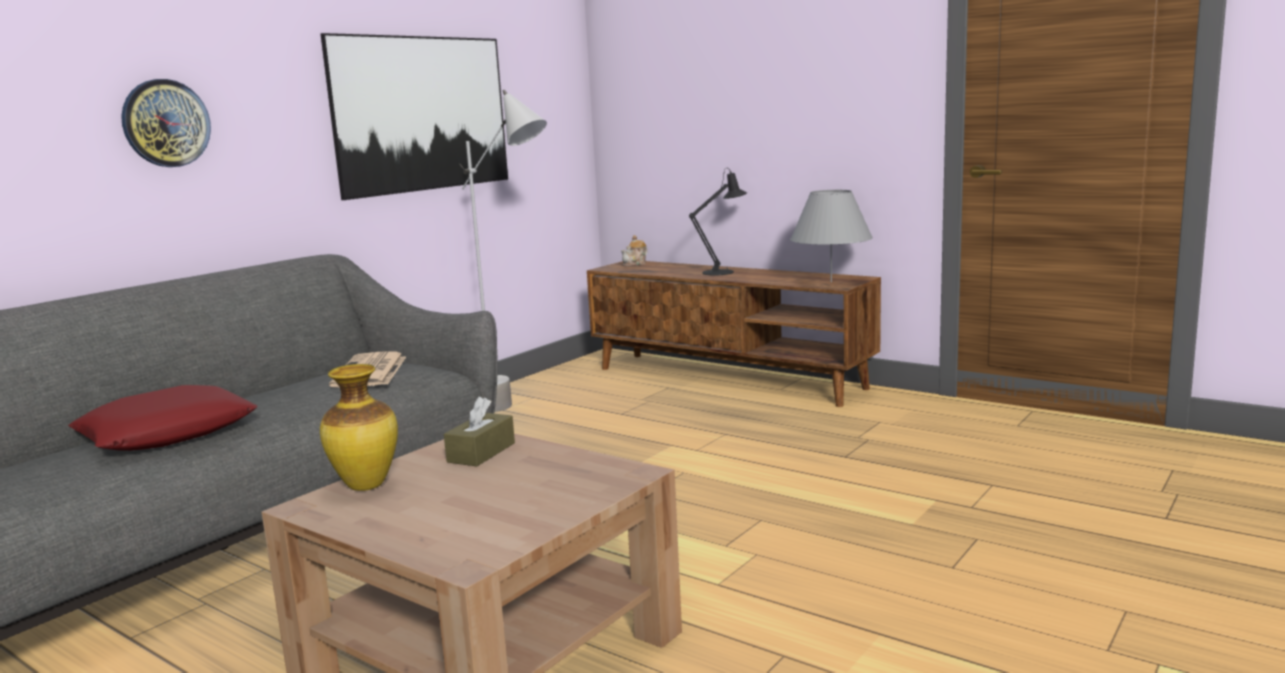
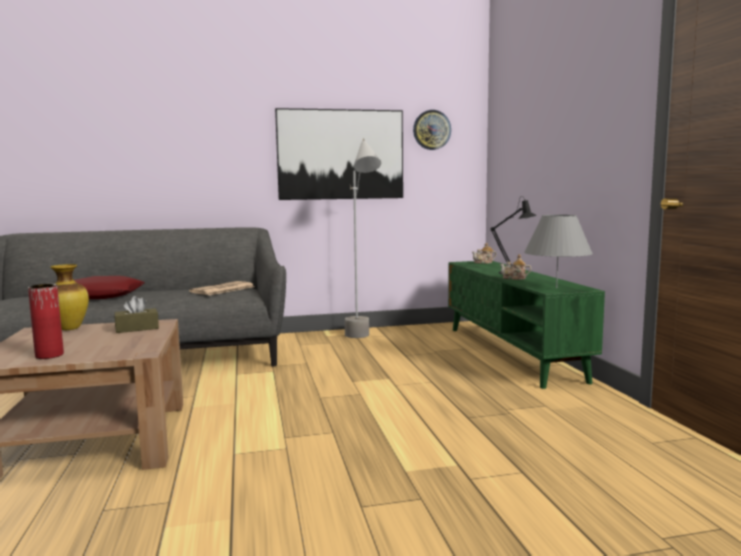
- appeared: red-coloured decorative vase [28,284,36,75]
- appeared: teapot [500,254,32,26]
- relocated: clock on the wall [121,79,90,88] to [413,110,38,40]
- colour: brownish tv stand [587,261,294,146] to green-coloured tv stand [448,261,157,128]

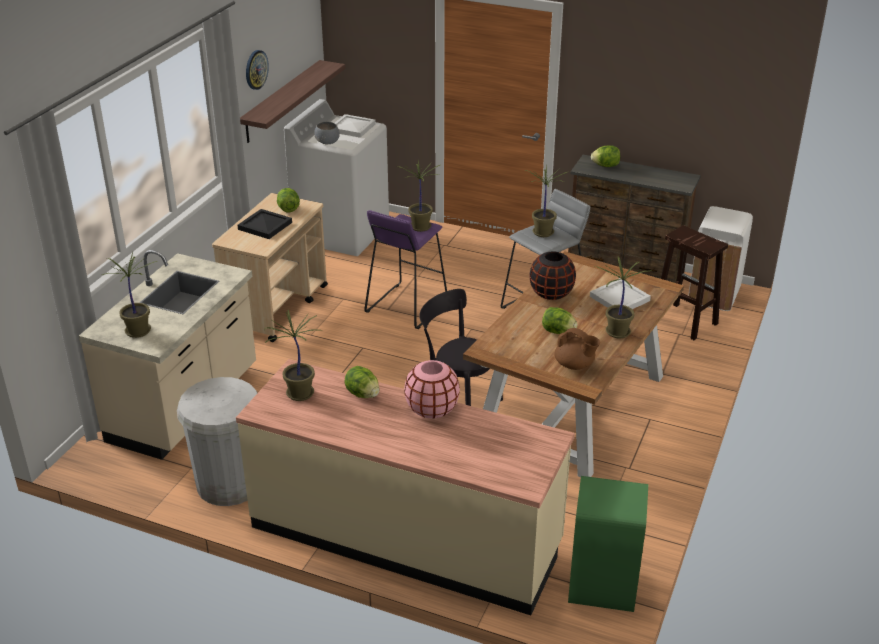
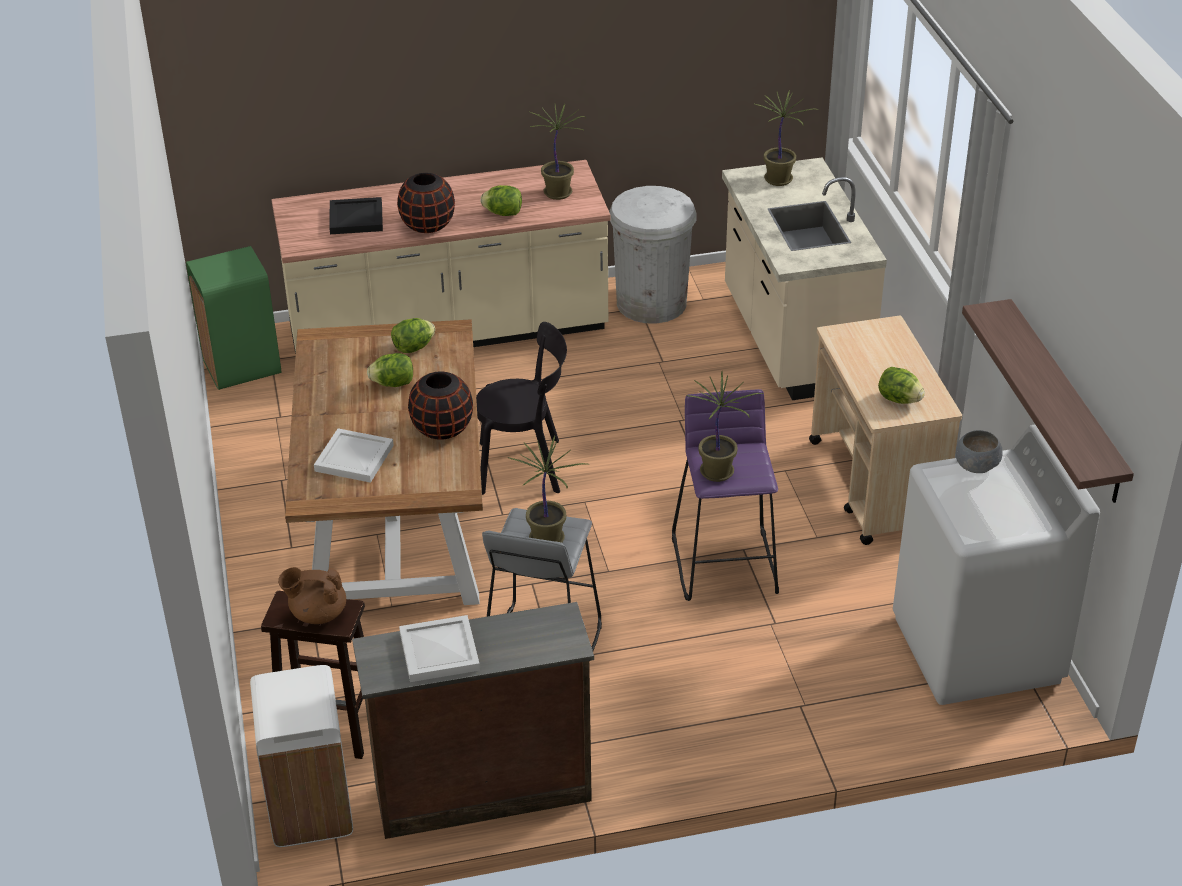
- missing: clock on the wall [246,50,23,40]
- missing: plant in a pot [595,256,56,83]
- relocated: blackish serving tray [238,209,54,30] to [329,197,54,37]
- relocated: whitish serving tray [335,114,41,24] to [399,615,81,67]
- relocated: brownish teapot [555,328,45,42] to [278,567,68,57]
- relocated: head of lettuce [591,145,29,22] to [391,318,44,35]
- colour: pink-coloured decorative vase [404,360,56,58] to blackish decorative vase [397,173,58,60]

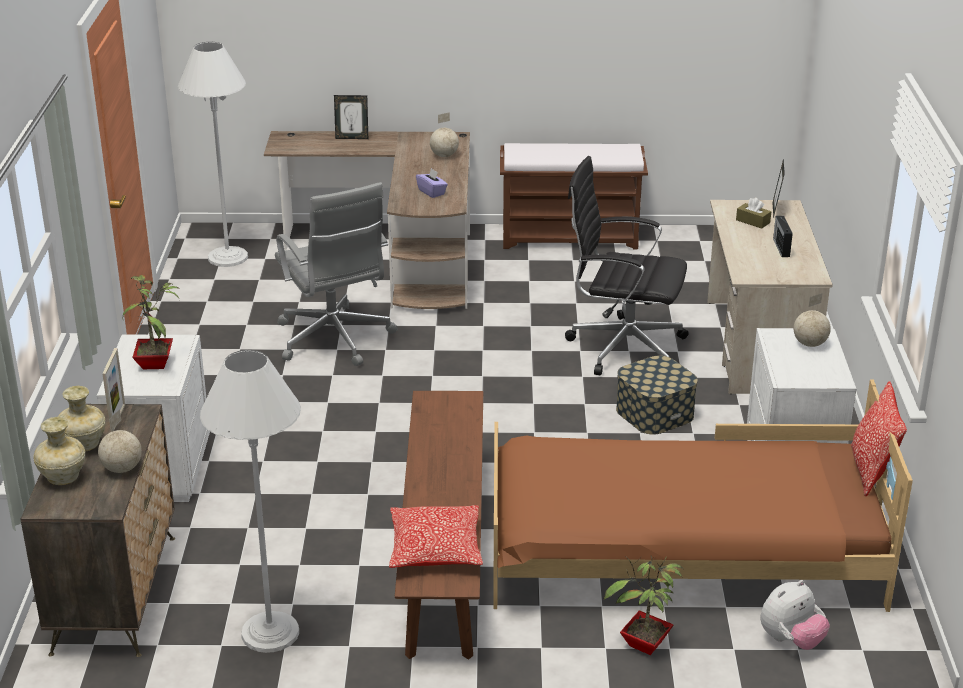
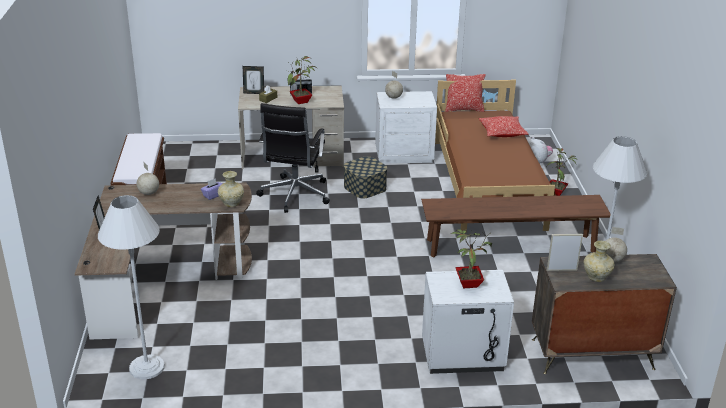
- missing: greyish computer chair [275,182,123,184]
- appeared: plant in a pot [287,55,31,49]
- relocated: beige-coloured decorative vase [33,417,52,68] to [218,171,26,36]
- relocated: throw pillow [389,505,94,63] to [479,116,50,21]

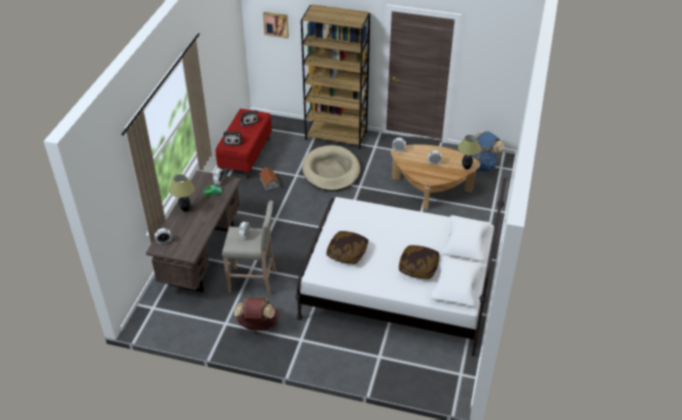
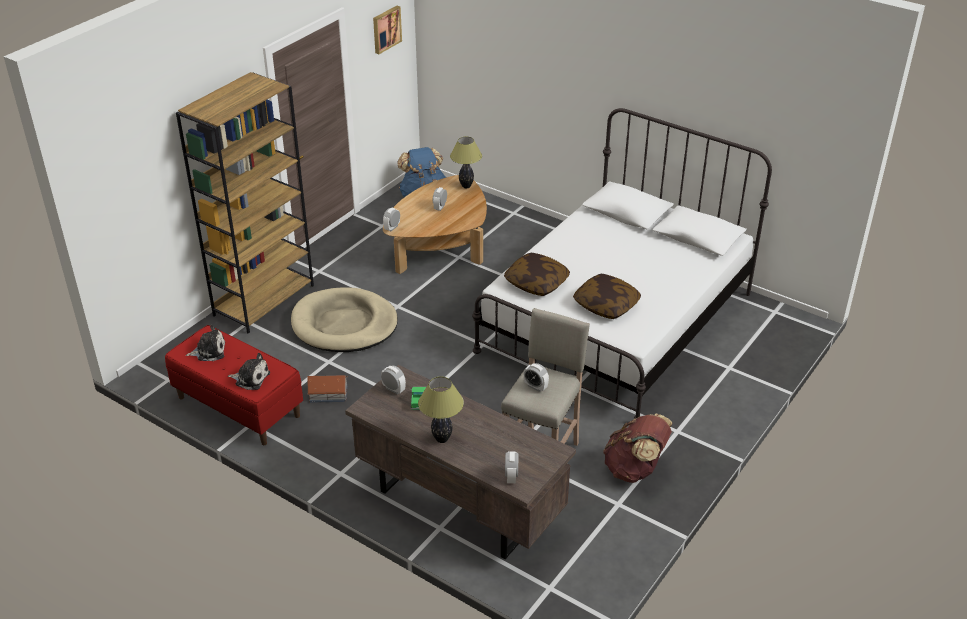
- relocated: picture [263,12,26,26] to [373,6,29,48]
- relocated: throw pillow [399,245,40,34] to [504,253,66,43]

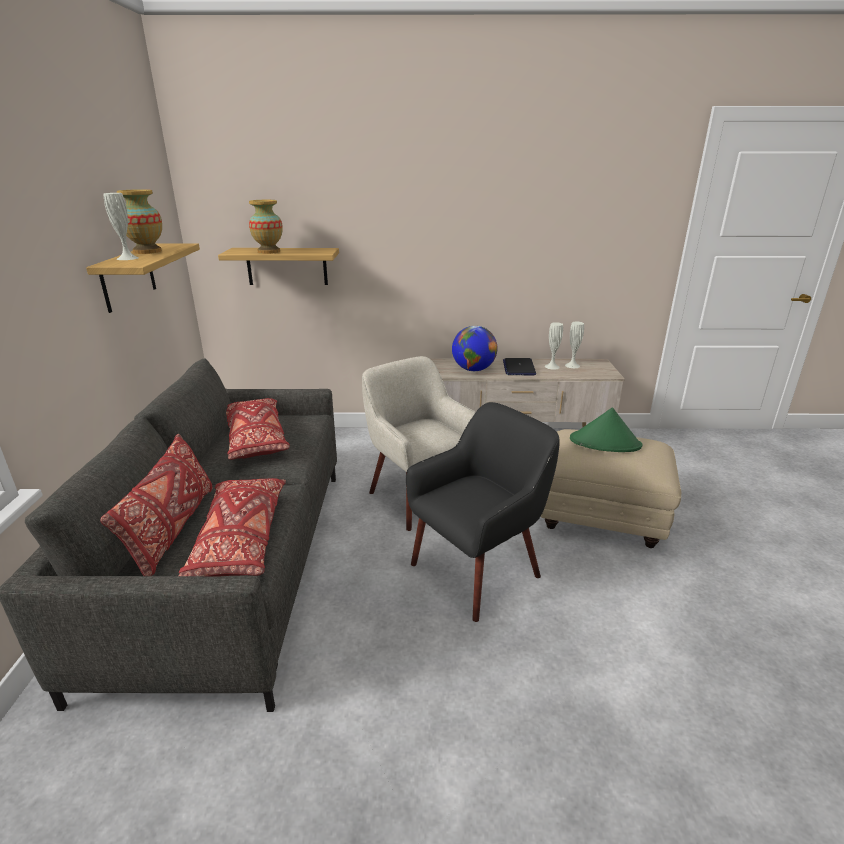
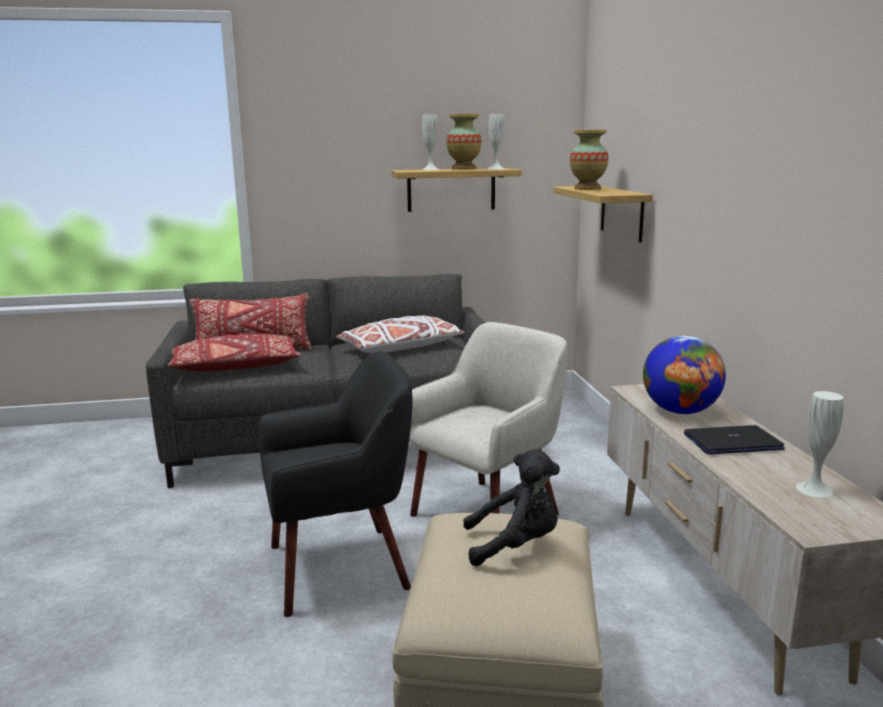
- relocated: whitish decorative vase [545,322,18,48] to [488,114,16,55]
- exchanged: green-coloured wearable hat [570,408,72,44] to blackish soft toy [463,449,97,117]
- colour: red-coloured throw pillow [226,398,64,62] to whitish throw pillow [336,315,128,38]
- spun: blackish lounge chair [406,402,154,220] = [259,351,154,266] 60 degrees counterclockwise

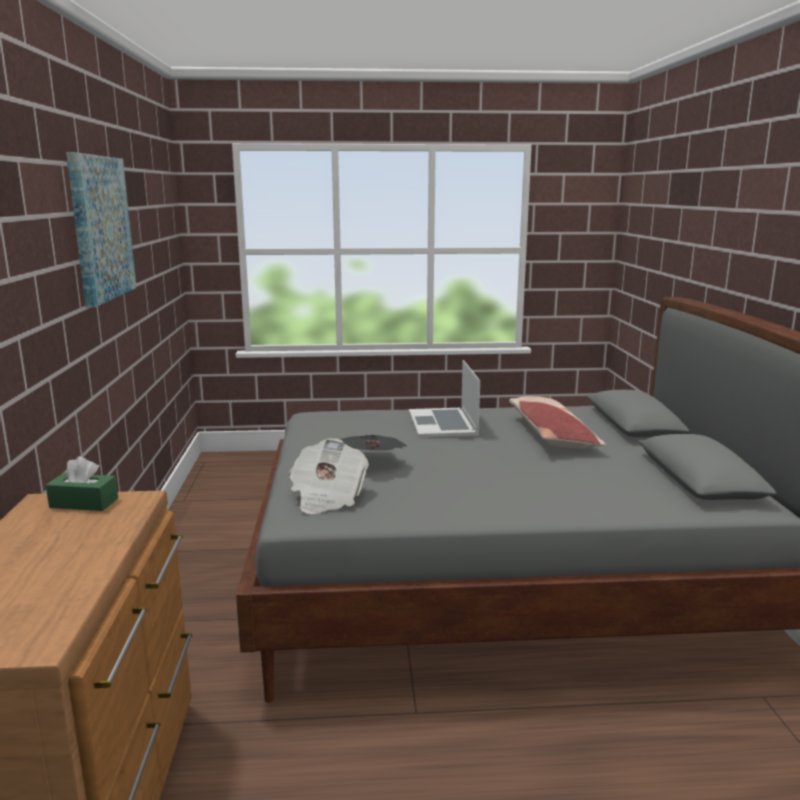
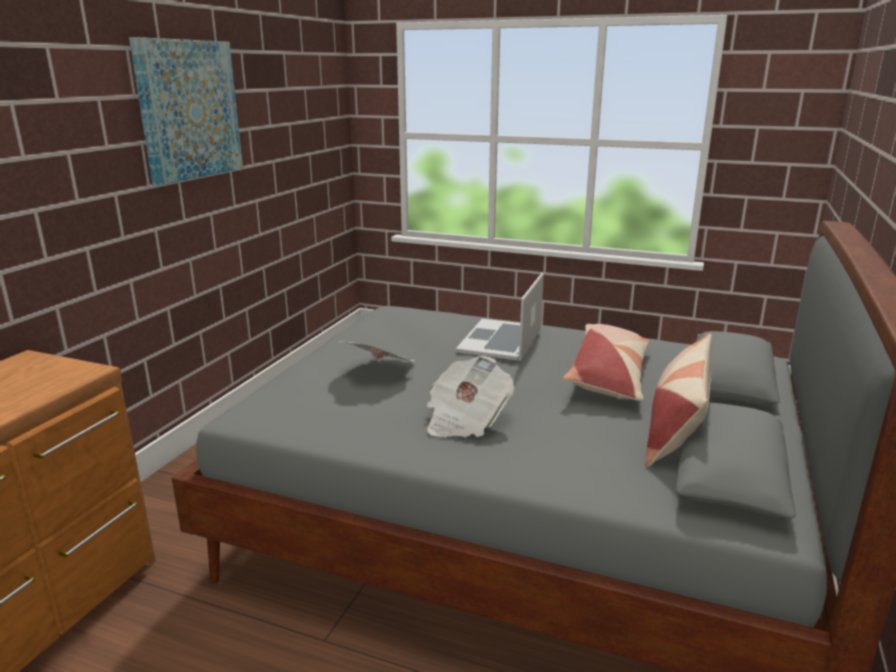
- missing: green-coloured tissue box [46,456,72,55]
- appeared: throw pillow [645,333,67,134]
- relocated: newspaper [289,438,80,76] to [427,356,87,81]

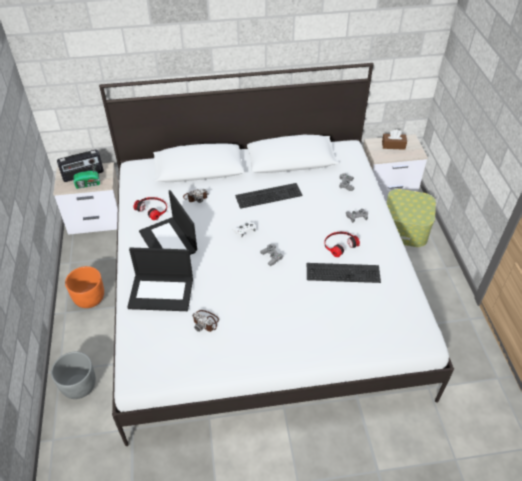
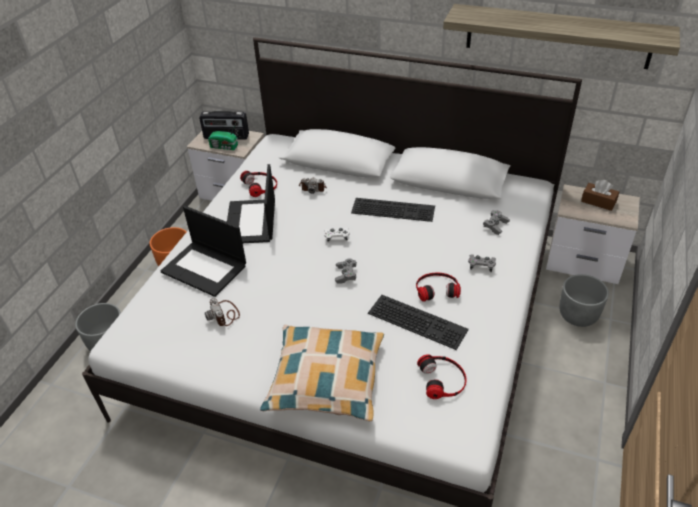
- appeared: throw pillow [260,325,124,96]
- appeared: headphones [417,354,50,45]
- appeared: bracket shelf [443,4,237,65]
- exchanged: storage box [387,189,49,58] to greyish plant pot [559,274,50,53]

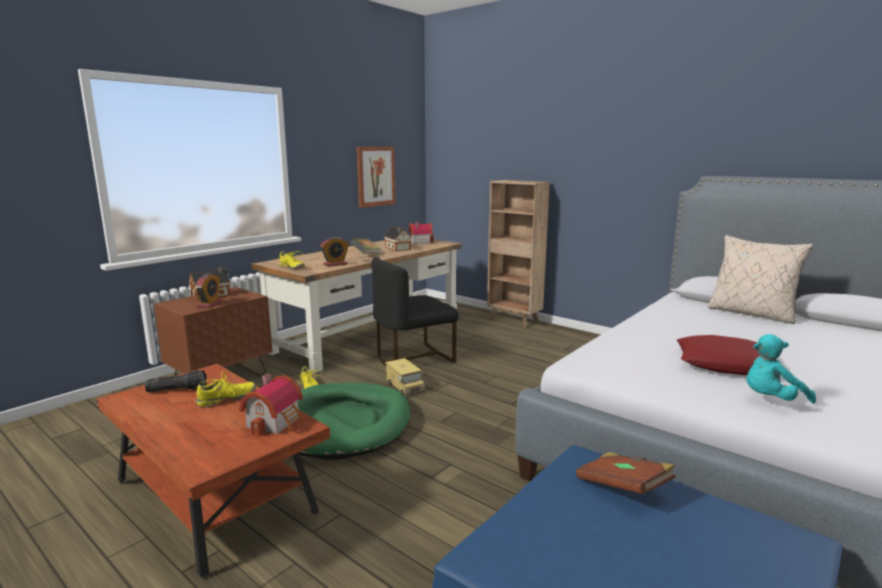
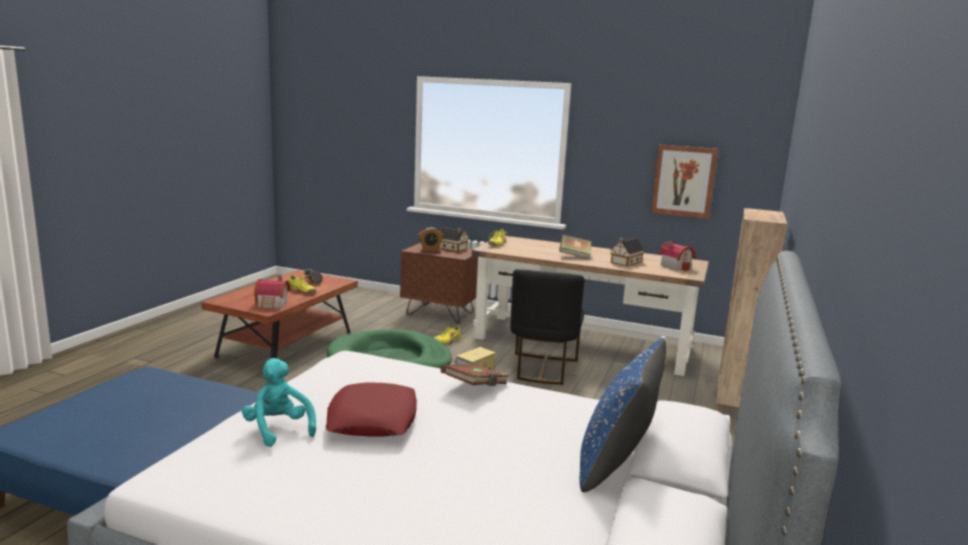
- missing: bedside clock [320,237,29,30]
- relocated: brownish book [576,452,100,43] to [441,365,68,21]
- colour: beige-coloured throw pillow [708,235,105,89] to blue throw pillow [580,338,86,154]
- spun: blackish chair [372,257,87,109] = [510,269,75,116] 120 degrees counterclockwise

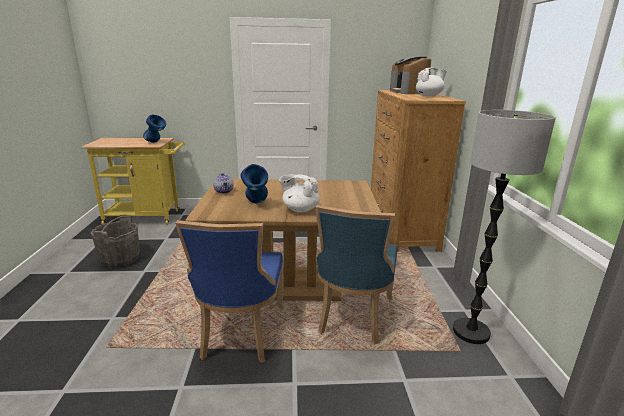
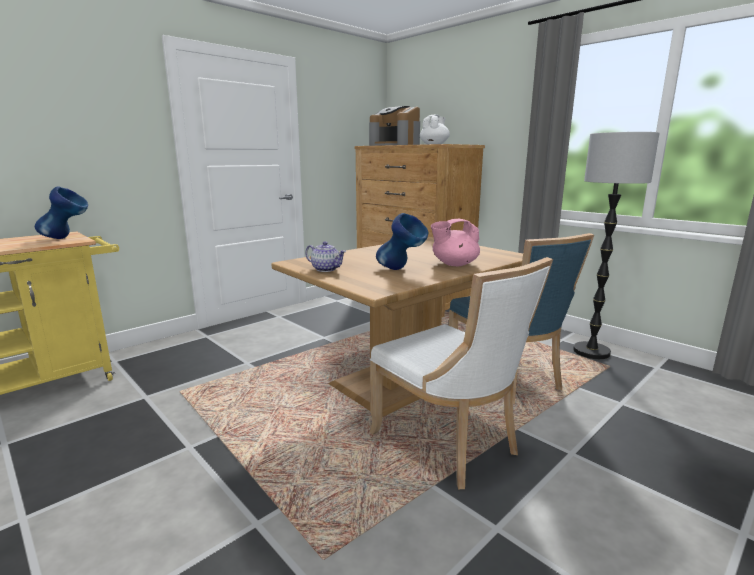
- missing: greyish water bucket [91,214,49,54]
- colour: blue chair [175,220,109,143] to whitish chair [369,257,184,232]
- colour: whitish teapot [279,174,41,39] to pink-coloured teapot [431,219,49,47]

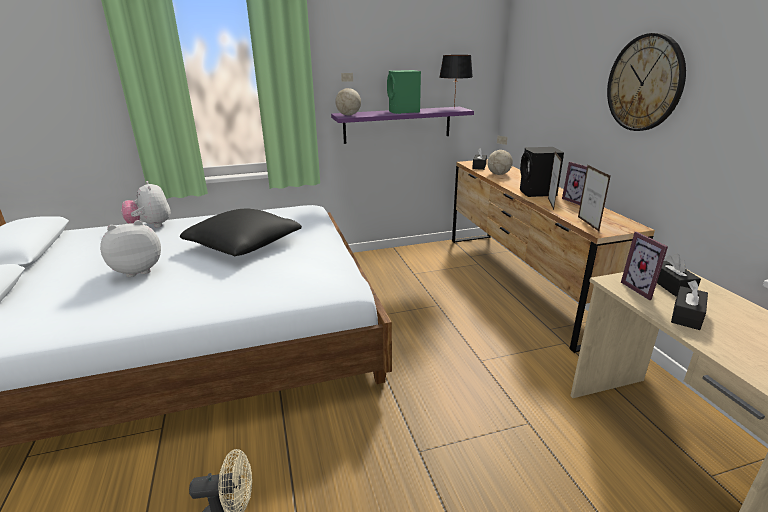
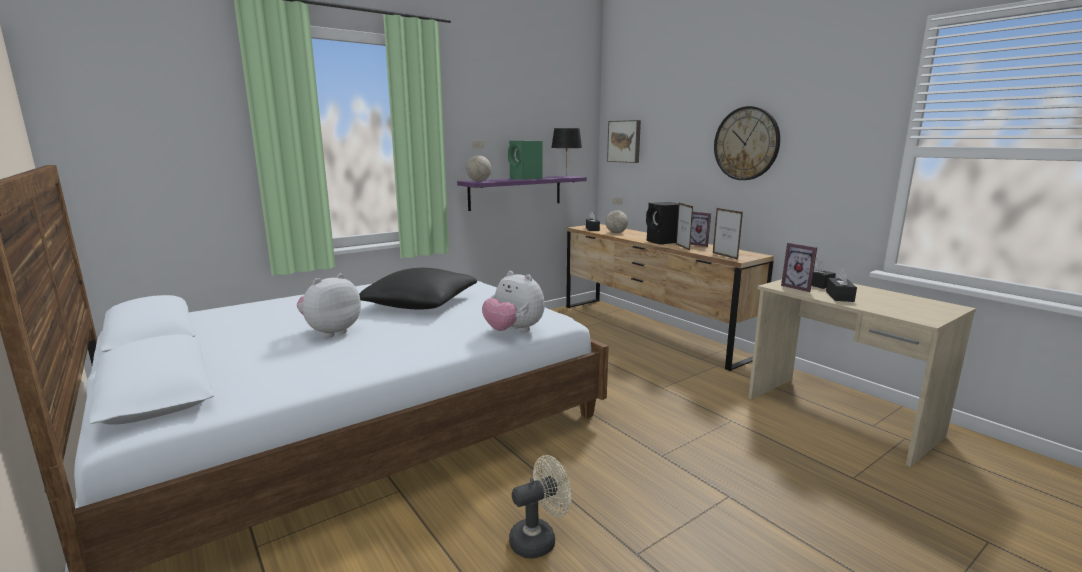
- appeared: picture [607,120,34,43]
- relocated: soft toy [121,181,50,47] to [482,271,63,61]

